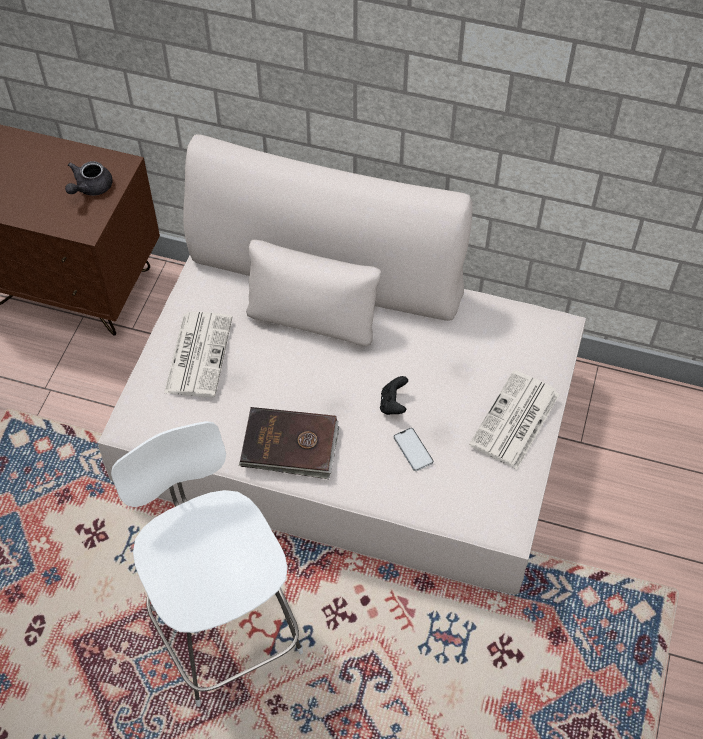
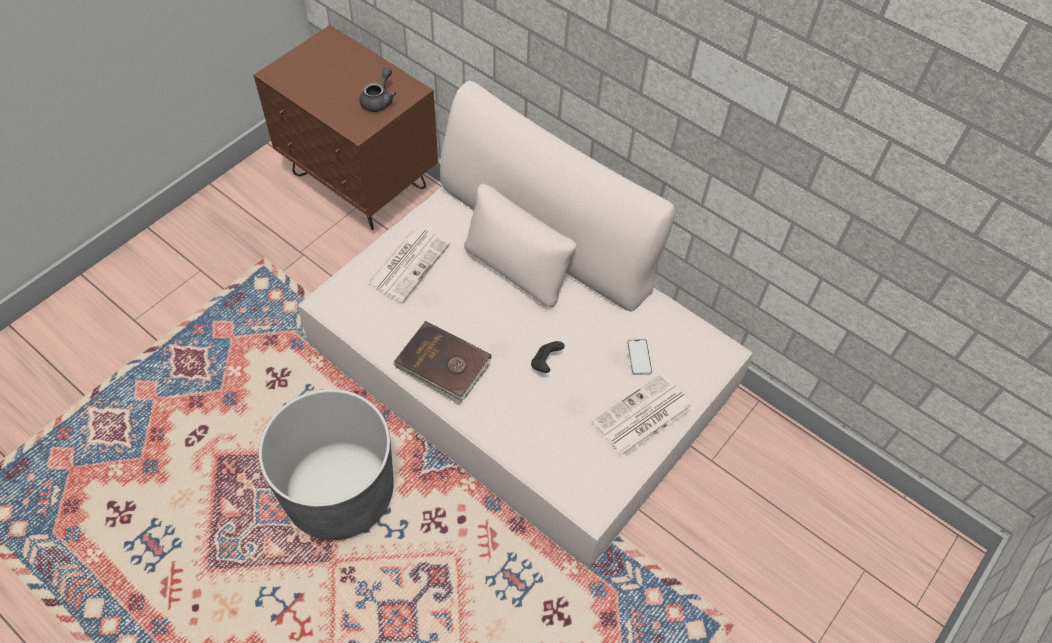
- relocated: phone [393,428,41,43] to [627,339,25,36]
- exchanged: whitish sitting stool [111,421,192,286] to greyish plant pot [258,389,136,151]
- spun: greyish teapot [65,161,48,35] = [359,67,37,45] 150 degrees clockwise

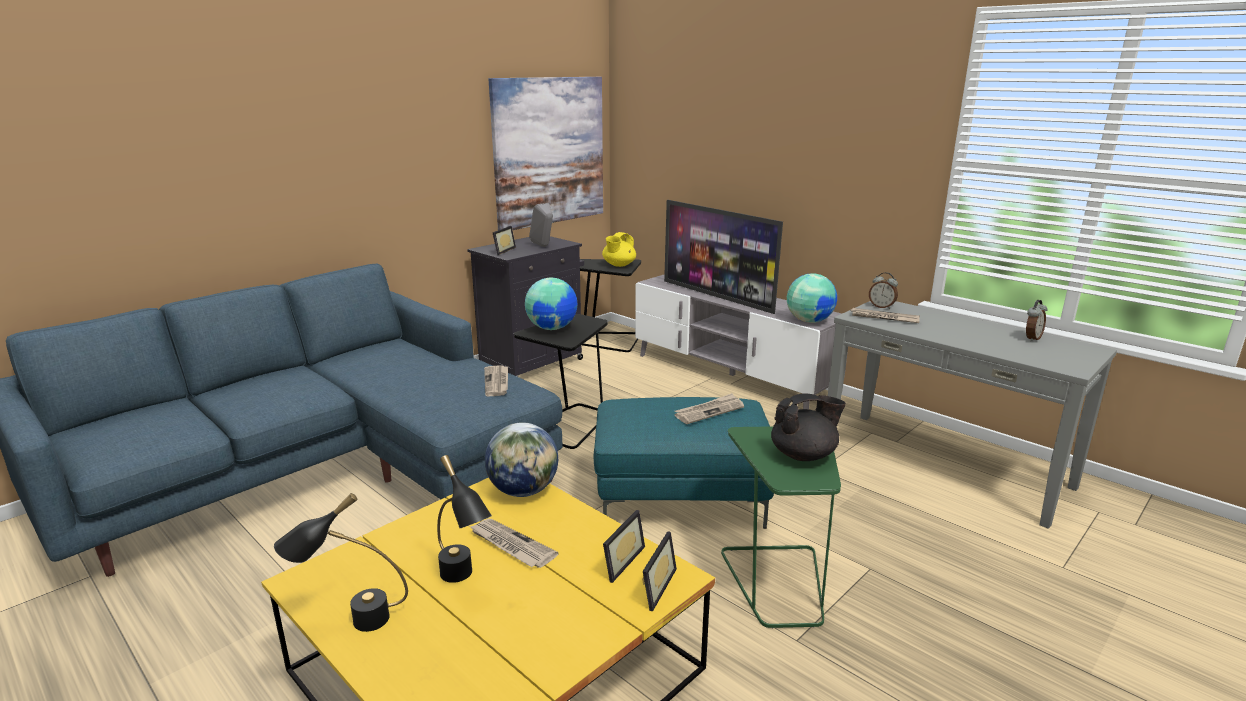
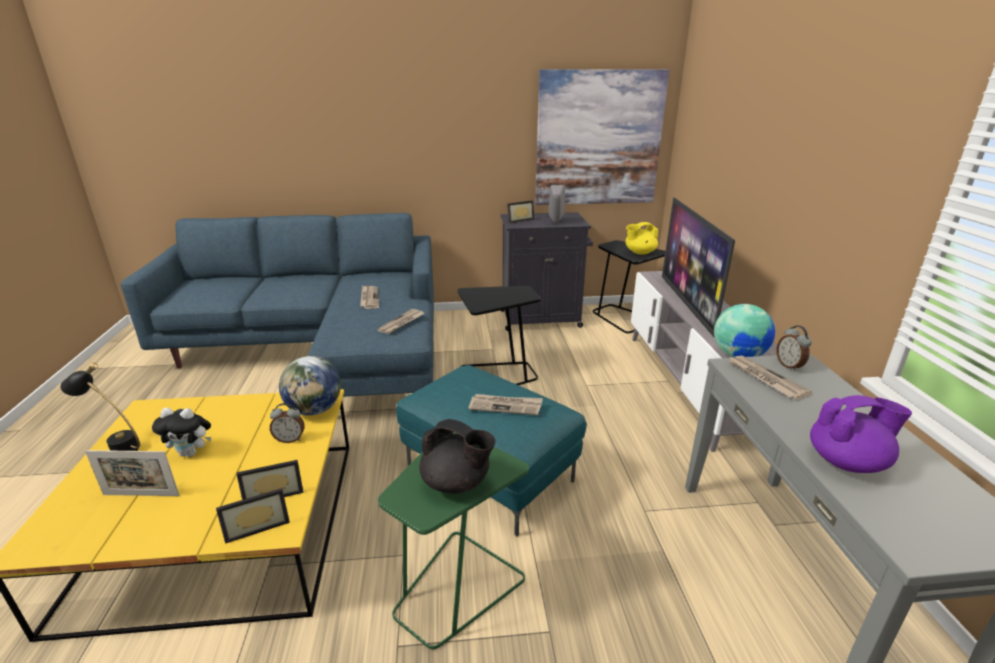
- missing: world globe [525,278,53,52]
- appeared: standing frame [85,450,94,46]
- appeared: purplish teapot [810,395,102,78]
- relocated: newspaper [469,519,90,49] to [360,286,19,23]
- relocated: bedside clock [1026,300,21,42] to [270,403,35,40]
- exchanged: blackish lamp for a table [437,455,55,128] to soft toy [152,408,59,49]

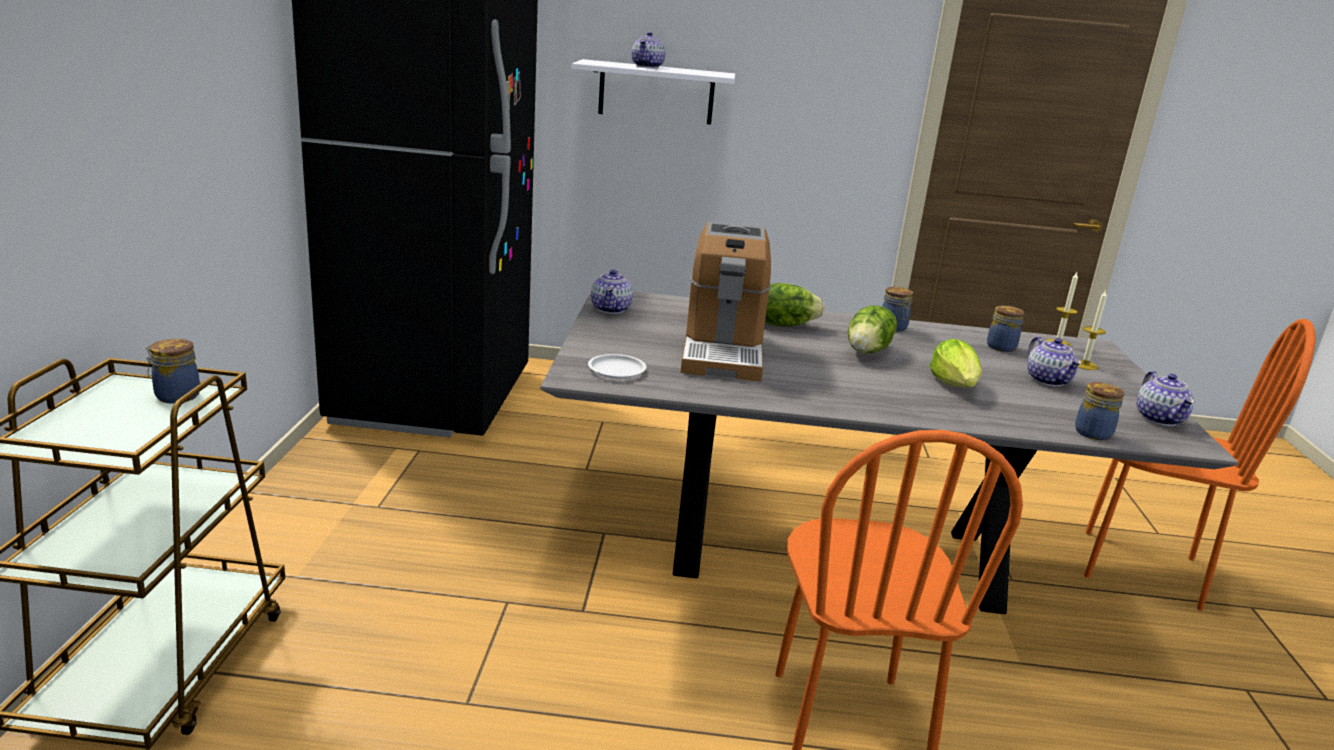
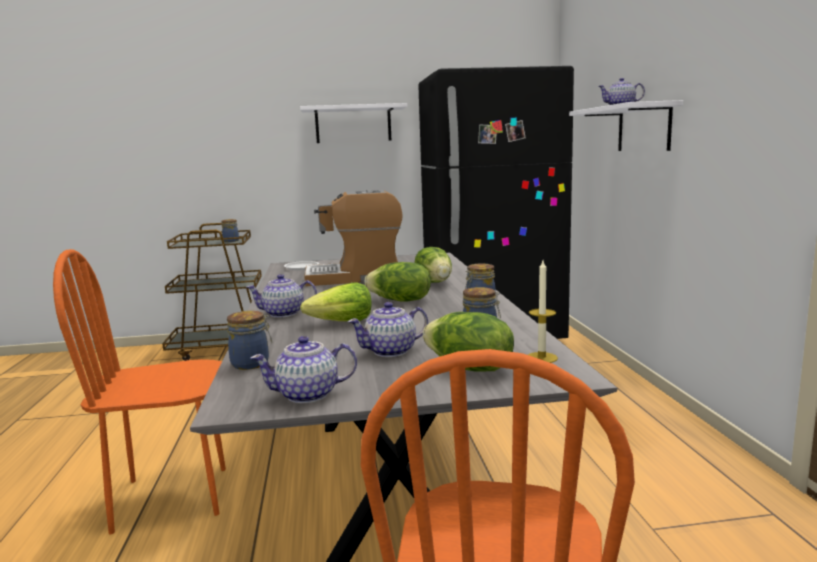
- appeared: whitish bracket shelf [300,103,108,40]
- relocated: teapot [591,270,42,44] to [246,274,71,44]
- exchanged: wax candle [1078,290,29,80] to head of lettuce [423,312,91,59]

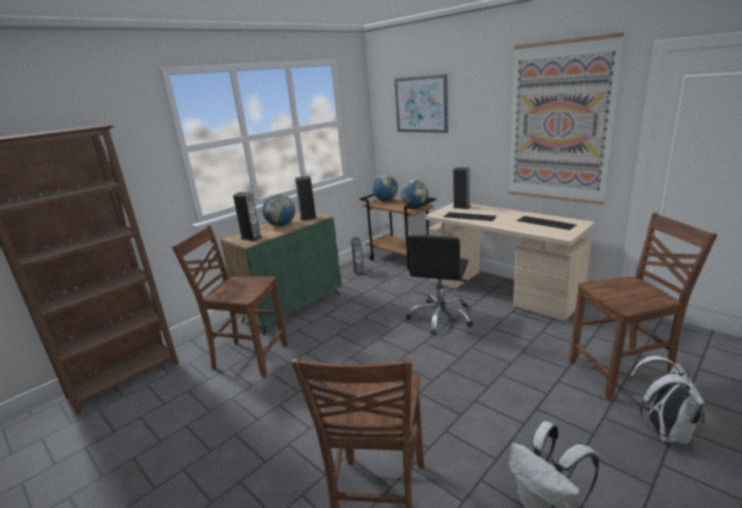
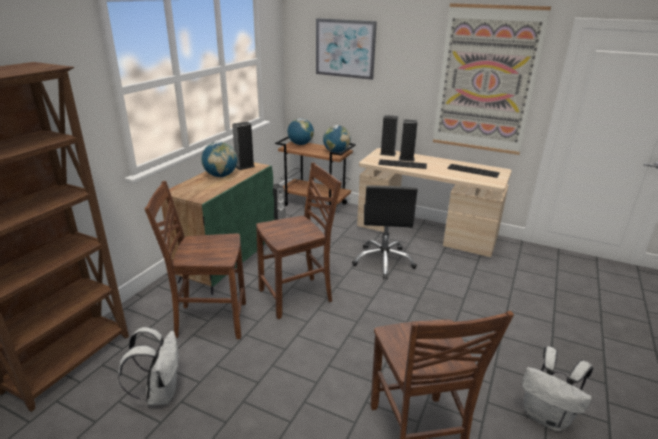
- relocated: speaker [233,192,29,49] to [399,119,18,43]
- relocated: brownish chair [569,213,148,187] to [256,162,86,157]
- relocated: whitish knapsack [628,356,78,88] to [118,327,62,79]

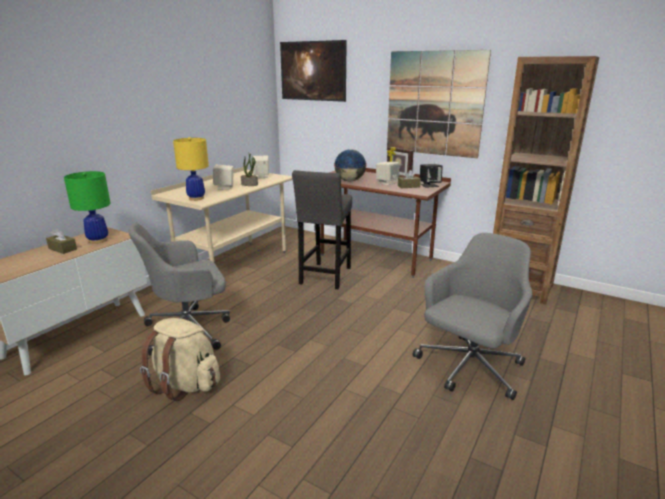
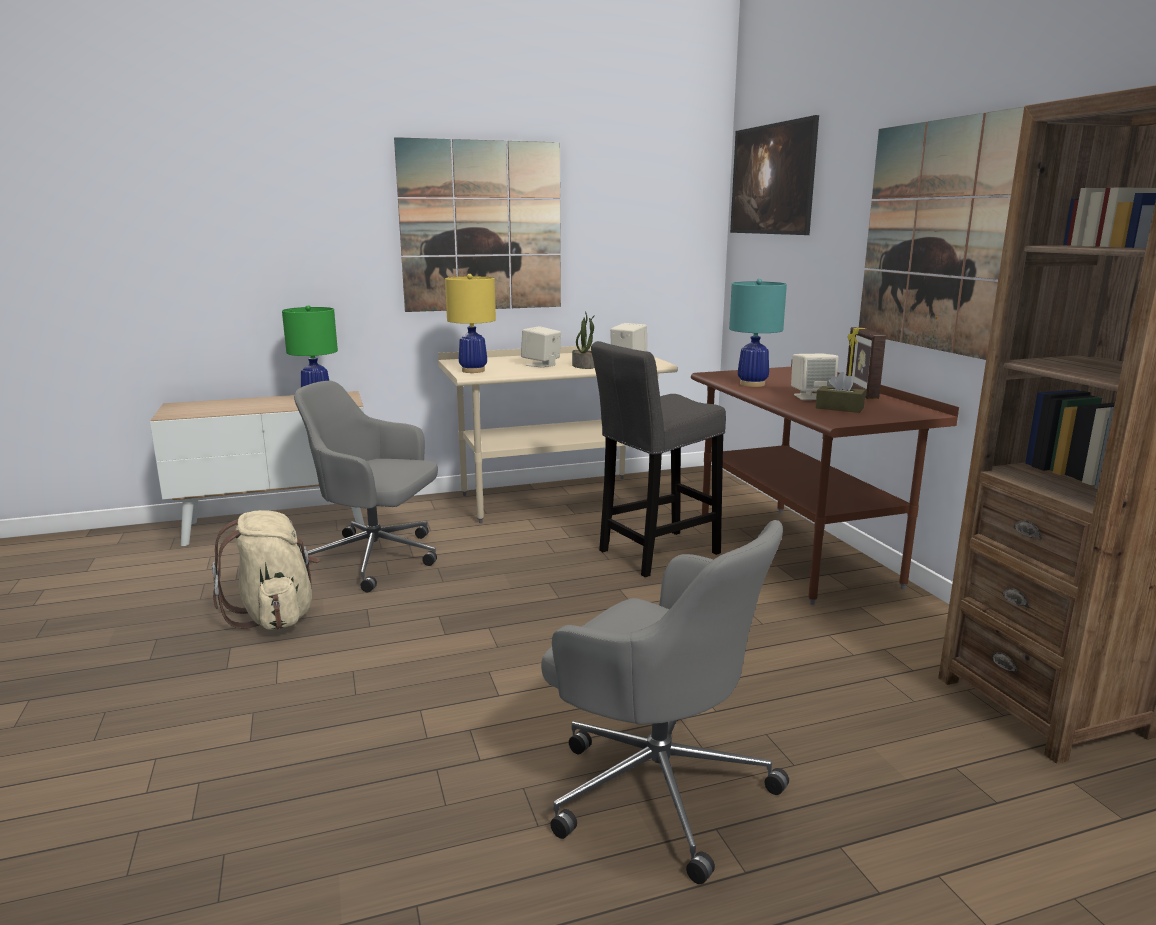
- missing: brownish tissue box [46,228,31,26]
- missing: blackish speaker [420,164,23,24]
- appeared: picture [394,137,167,175]
- exchanged: world globe [334,149,33,32] to turquoise-coloured lamp for a table [729,279,58,108]
- spun: greyish computer chair [413,233,119,167] = [541,520,248,364] 45 degrees clockwise

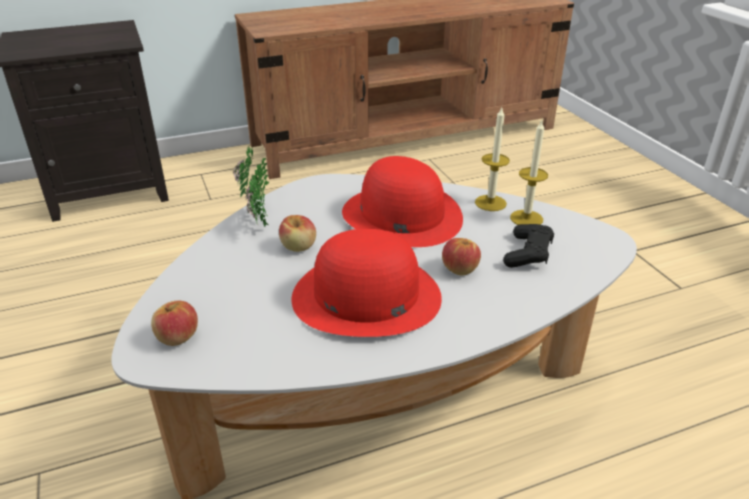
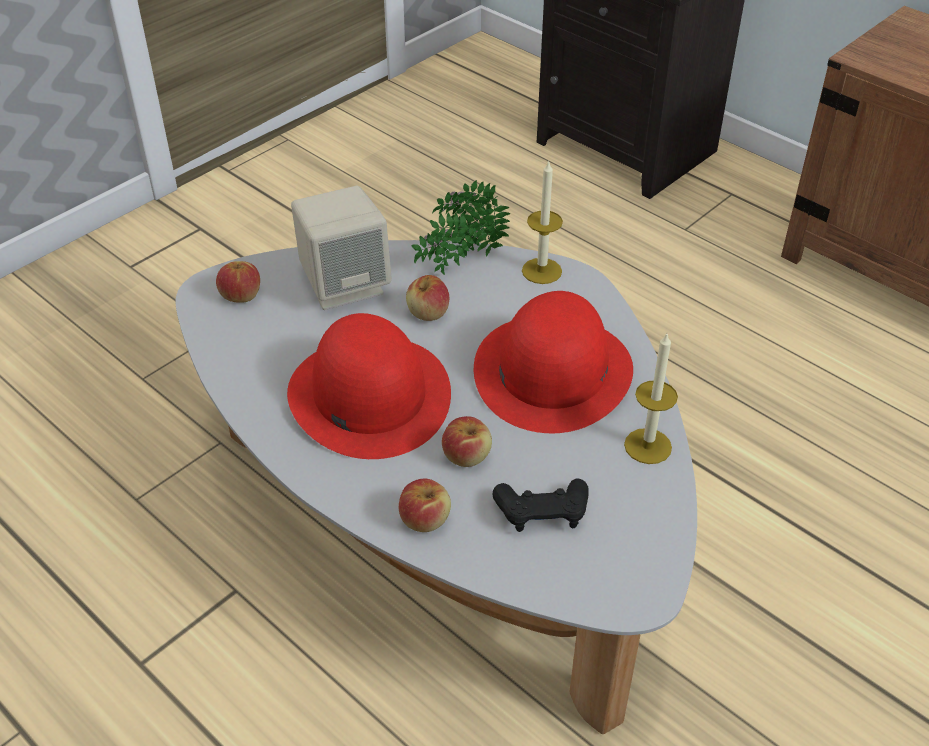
- appeared: beige-coloured speaker [291,186,101,124]
- appeared: whole apple [399,478,52,54]
- relocated: wax candle [510,121,38,104] to [522,160,41,124]

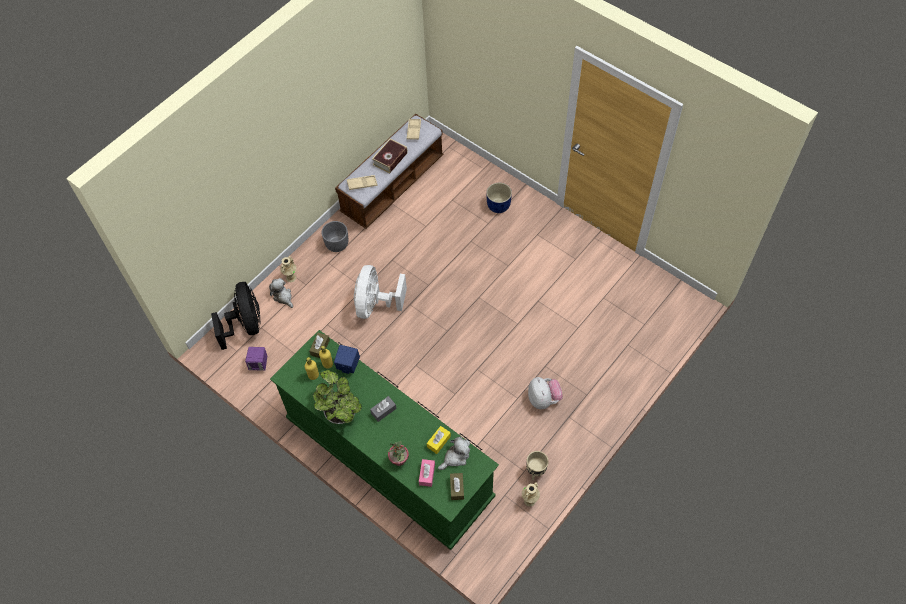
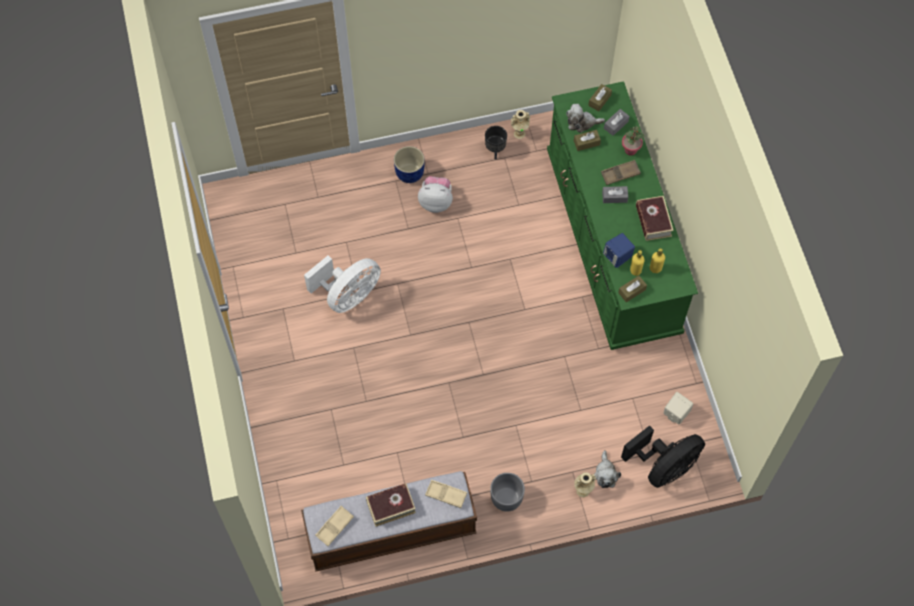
- appeared: brownish serving tray [601,160,40,25]
- relocated: whitish electric fan [354,265,53,54] to [304,256,77,57]
- relocated: blue plant pot [486,183,26,30] to [394,146,31,37]
- exchanged: plant in a pot [313,370,49,54] to book [636,196,38,45]
- colour: purplish speaker [245,347,22,24] to beige-coloured speaker [664,392,29,32]
- colour: pink-coloured tissue box [419,459,16,28] to greyish tissue box [604,109,26,27]
- colour: yellow-coloured tissue box [427,426,24,28] to brownish tissue box [574,130,27,21]
- colour: beige-coloured plant pot [527,451,21,29] to blackish plant pot [485,126,22,33]
- spun: blackish electric fan [211,282,49,68] = [621,425,84,63] 150 degrees counterclockwise
- spun: soft toy [528,377,35,32] = [418,176,35,37] 75 degrees clockwise

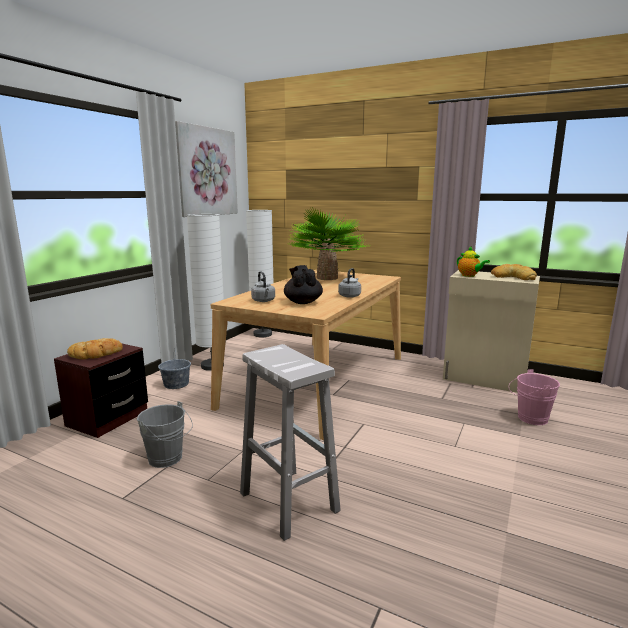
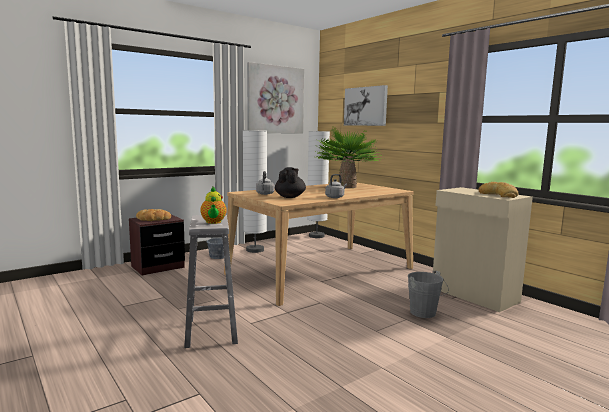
- missing: pink-coloured water bucket [509,369,51,56]
- appeared: picture [344,85,44,41]
- relocated: greyish water bucket [137,401,56,67] to [408,271,41,47]
- relocated: teapot [457,247,33,30] to [200,187,27,37]

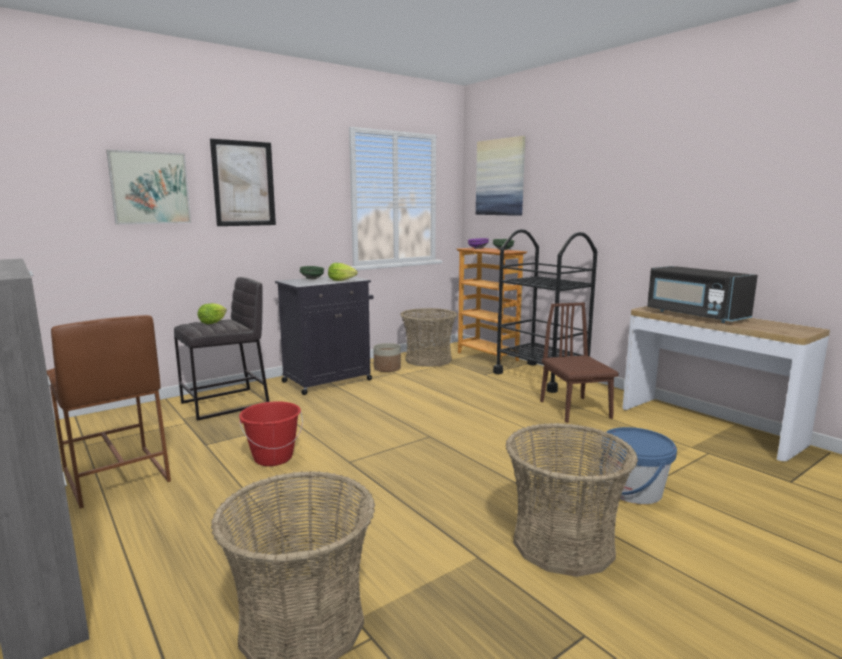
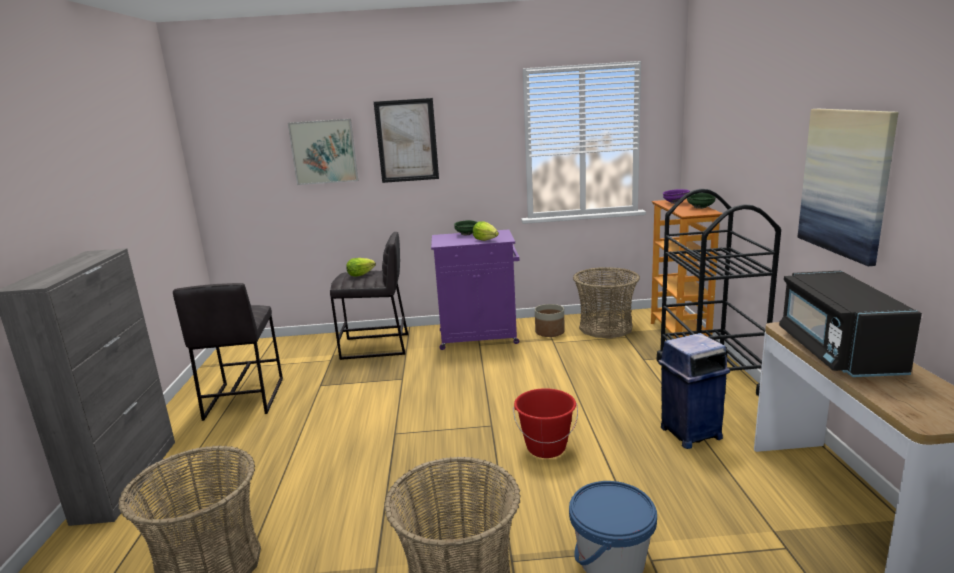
- relocated: red-coloured water bucket [239,401,64,65] to [513,388,65,70]
- relocated: picture [476,136,49,80] to [798,109,100,157]
- exchanged: brownish chair [540,302,79,121] to blue rubbish bin [658,333,72,116]
- colour: brownish sitting stool [47,315,124,194] to greyish sitting stool [173,283,110,138]
- colour: blackish storage cabinet [275,276,98,119] to purplish storage cabinet [431,229,88,121]

